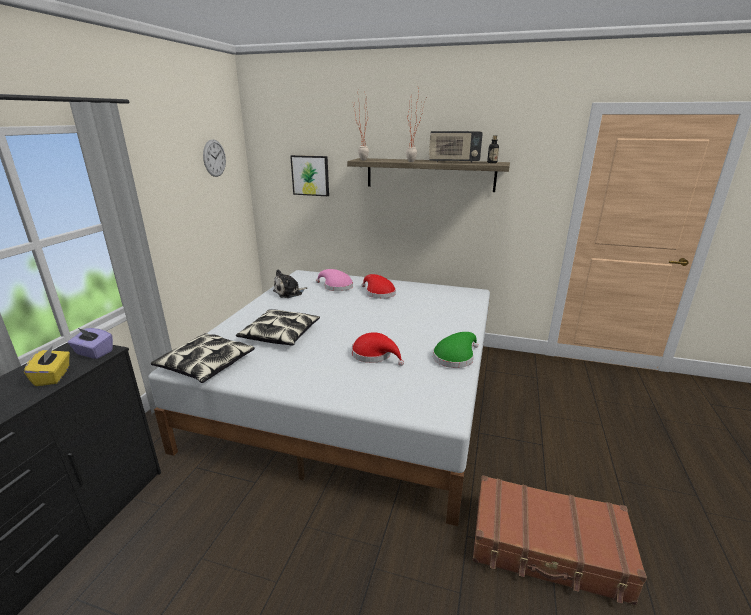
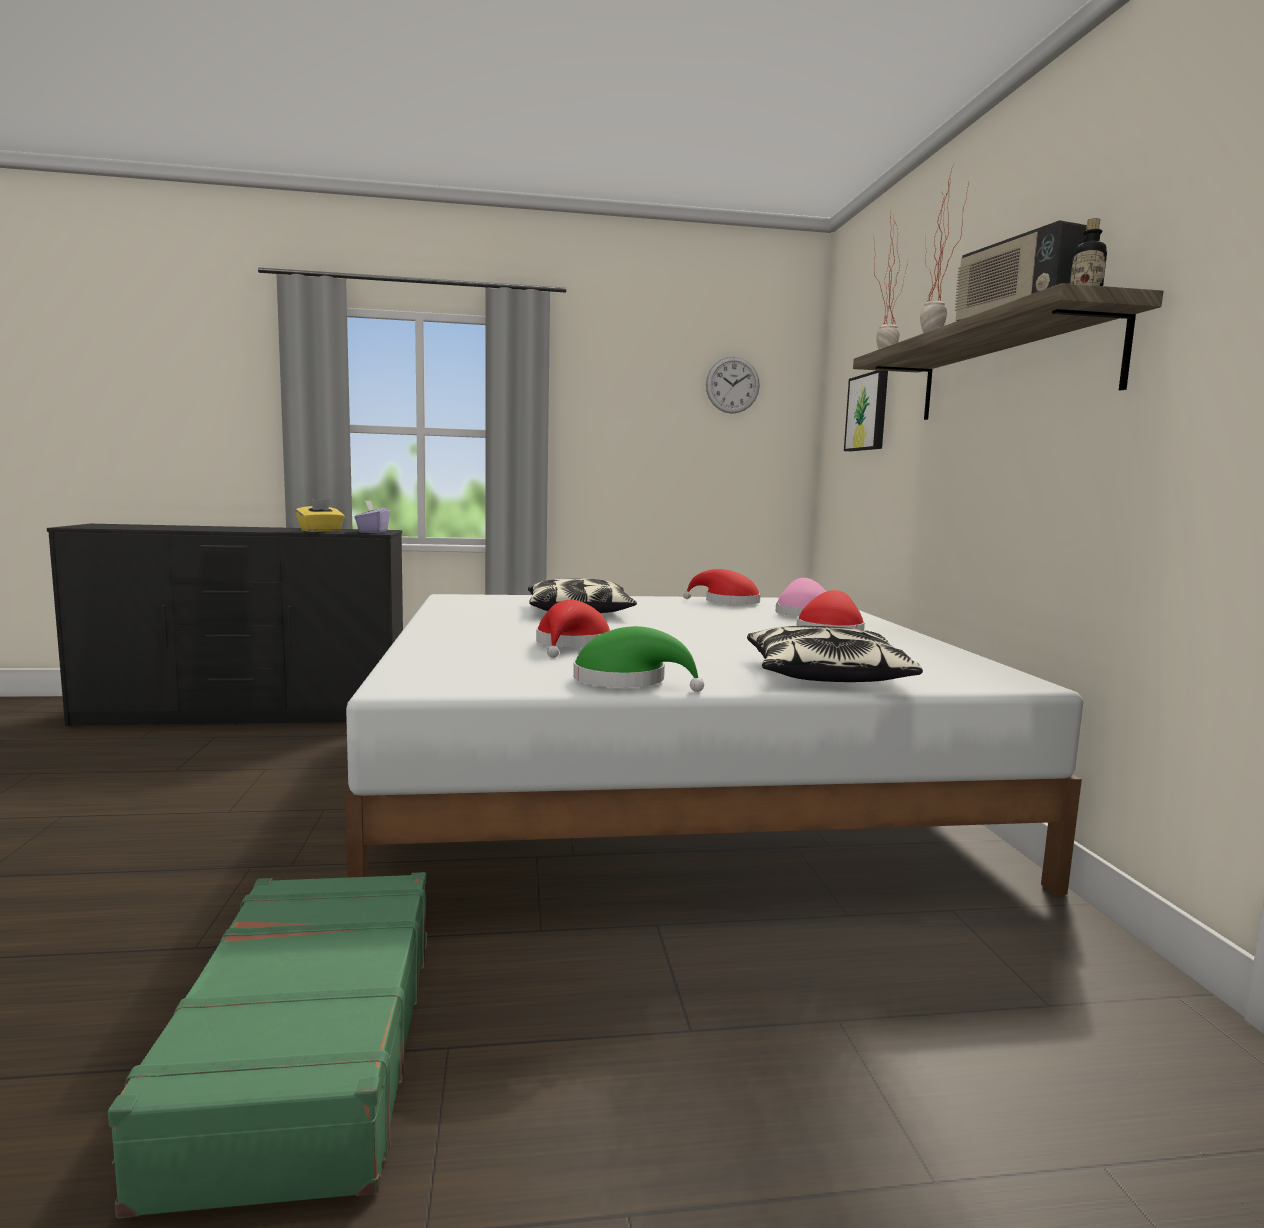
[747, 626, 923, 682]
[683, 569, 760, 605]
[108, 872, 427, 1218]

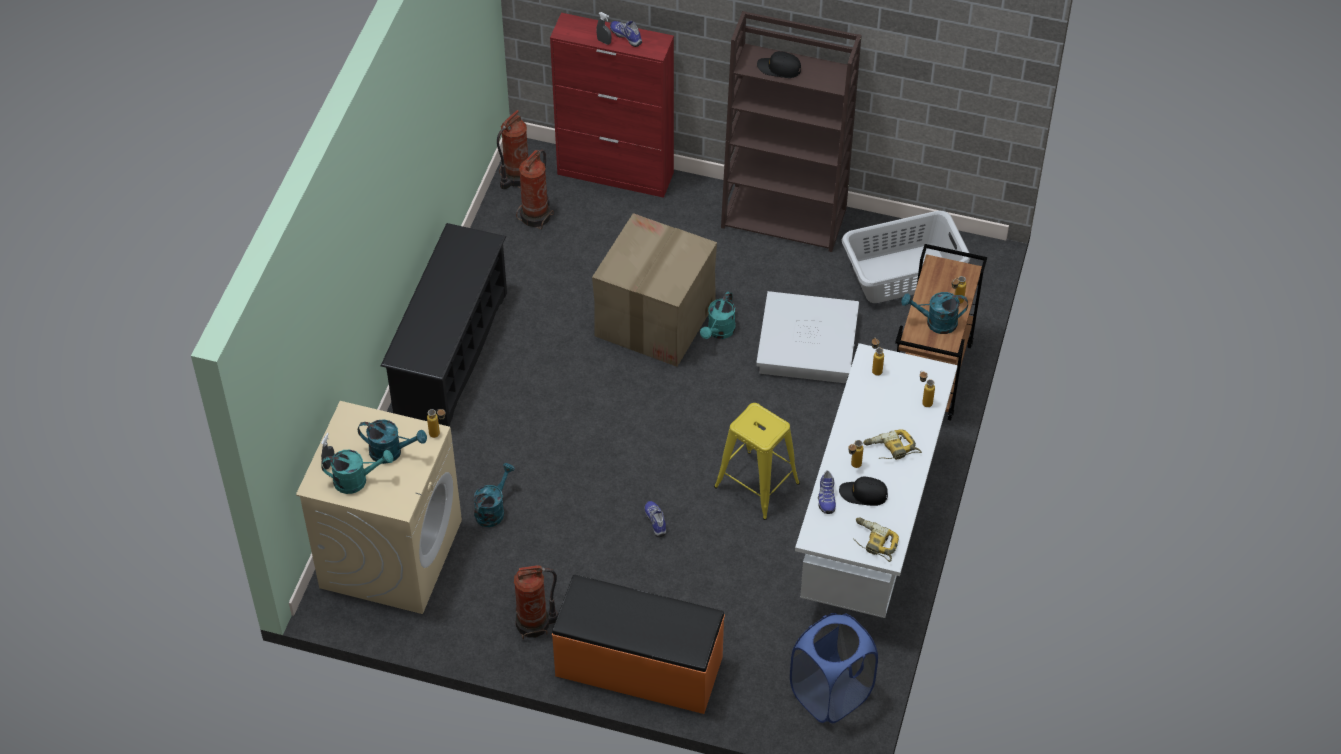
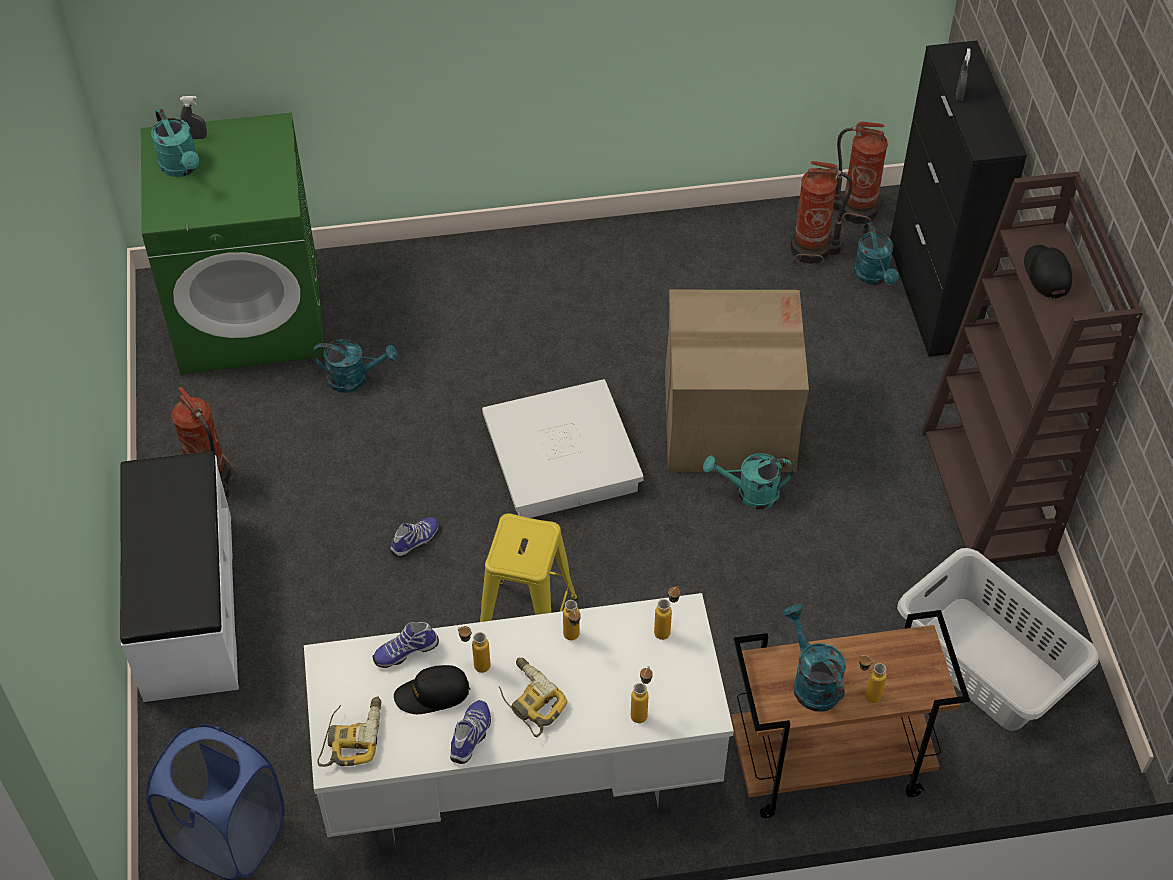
[381, 223, 507, 427] (first image)
[854, 222, 899, 285]
[563, 600, 581, 640]
[450, 700, 491, 764]
[482, 379, 644, 518]
[141, 112, 324, 374]
[890, 41, 1027, 357]
[120, 451, 239, 702]
[394, 665, 470, 714]

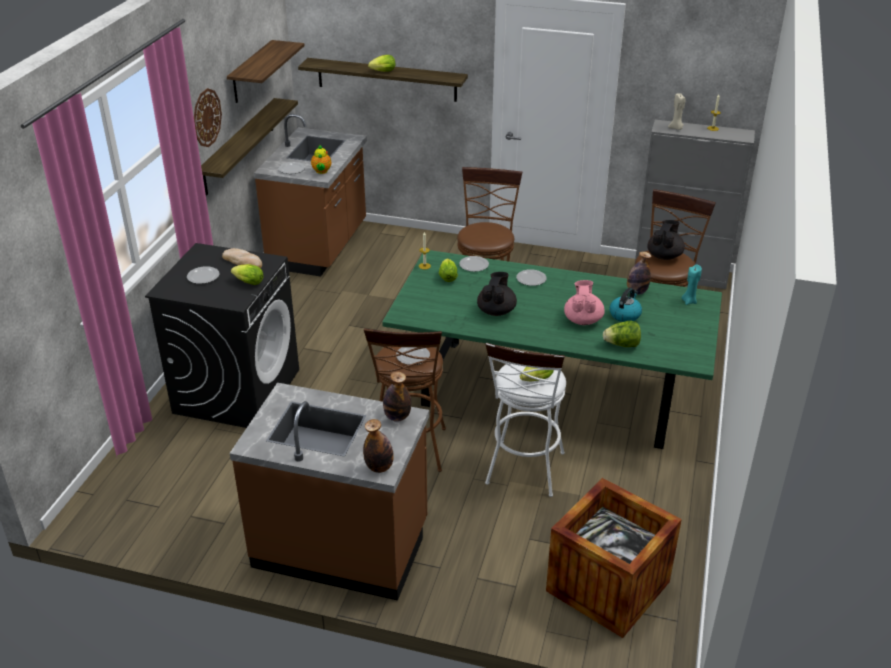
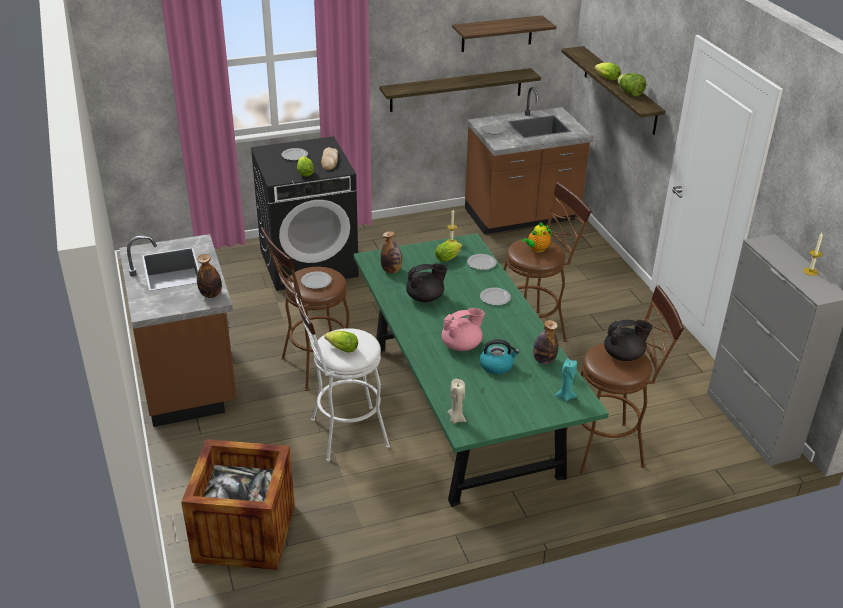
[194, 88, 222, 147] (first image)
[522, 222, 552, 252]
[380, 231, 402, 274]
[617, 73, 646, 97]
[448, 379, 466, 424]

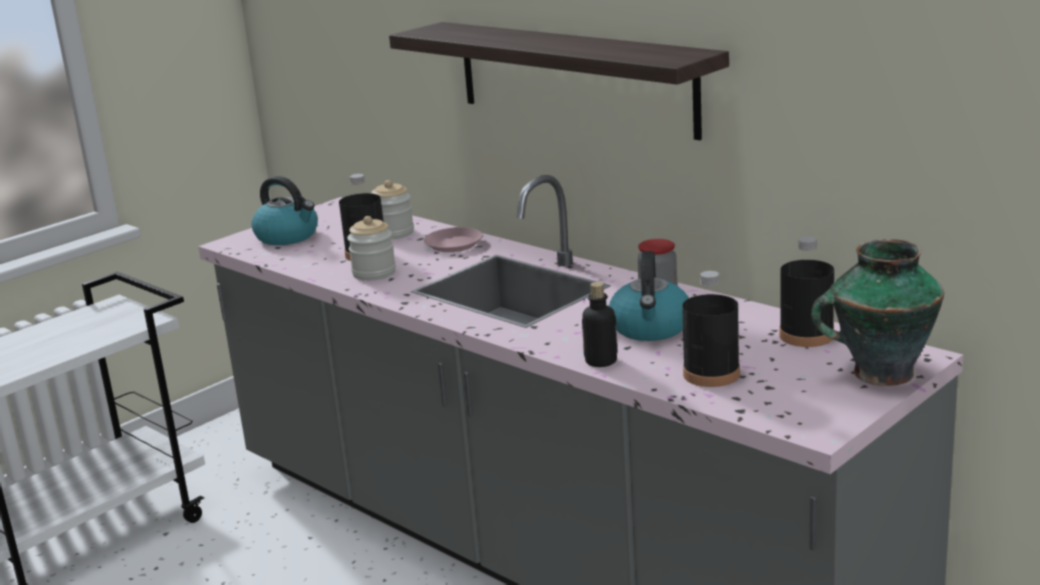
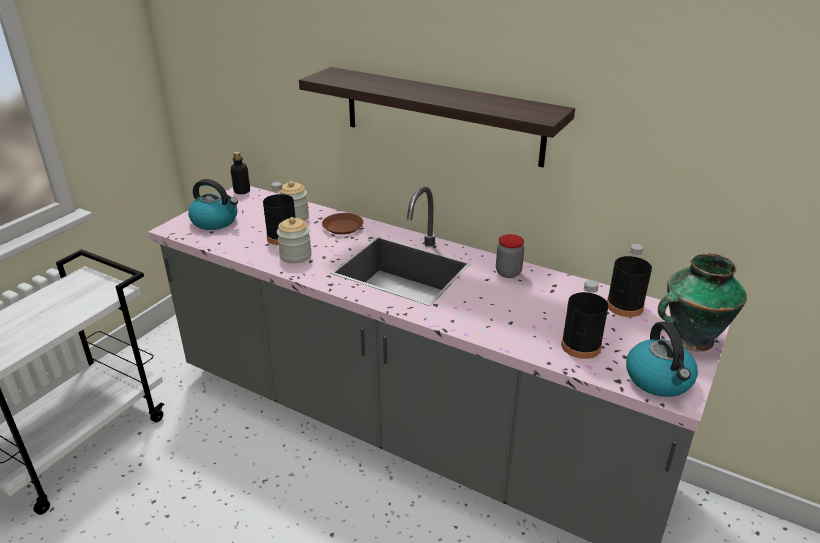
[231, 151, 250, 194]
[626, 322, 698, 397]
[322, 213, 363, 235]

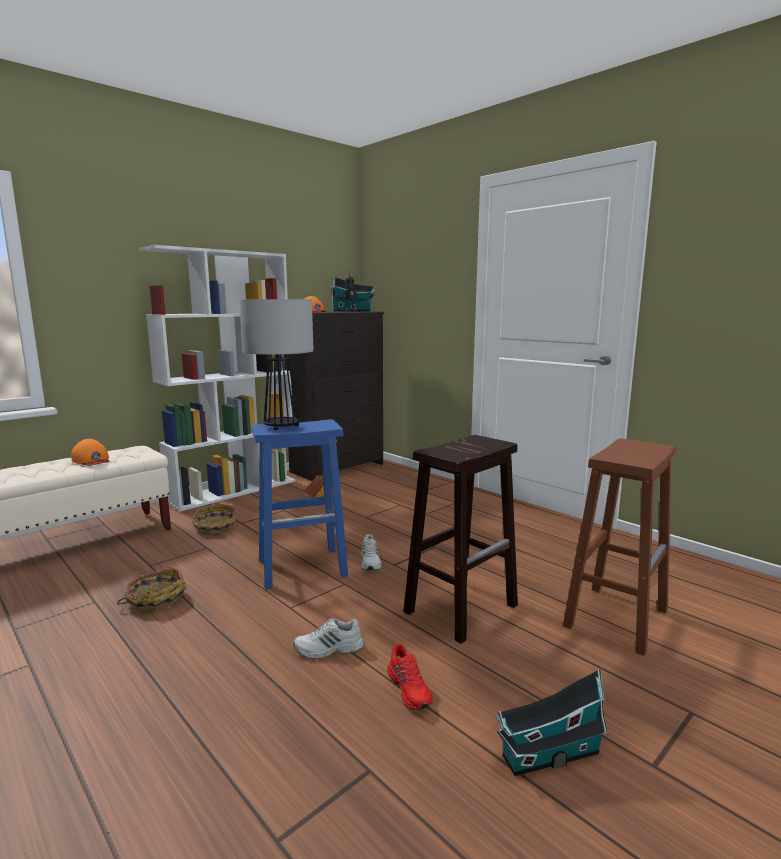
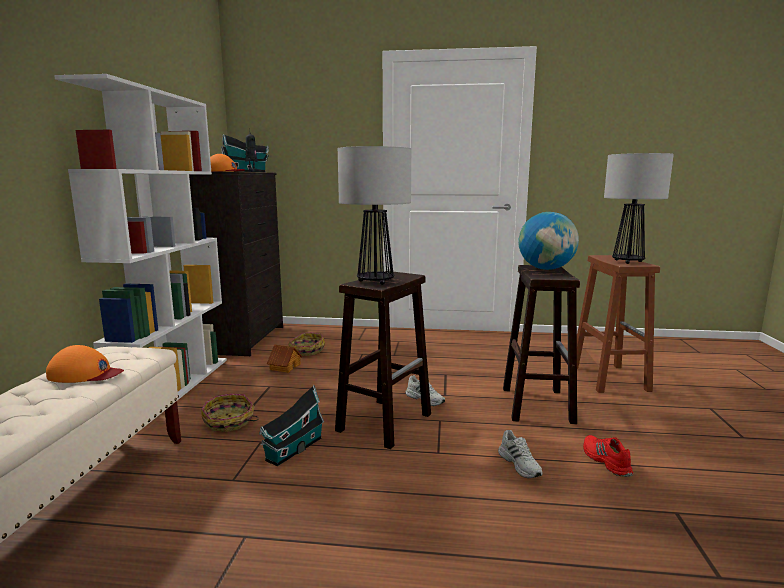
[518, 212, 579, 270]
[604, 153, 674, 264]
[288, 332, 325, 356]
[259, 385, 324, 466]
[335, 271, 431, 449]
[498, 430, 543, 478]
[583, 435, 633, 477]

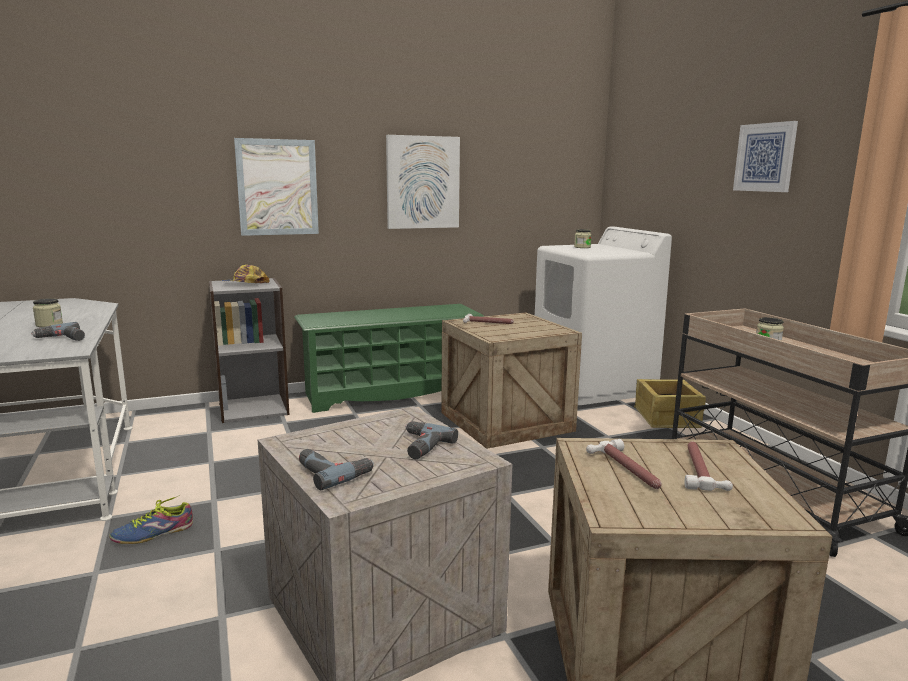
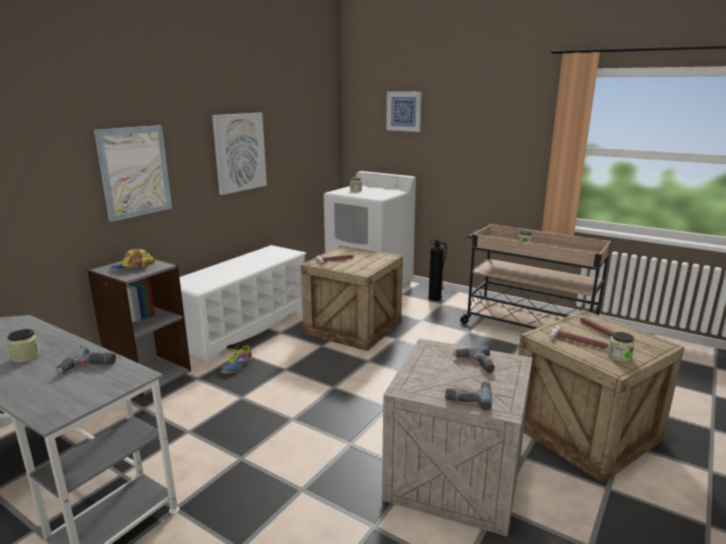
[608, 332, 635, 362]
[221, 343, 252, 374]
[386, 91, 422, 132]
[429, 239, 447, 301]
[179, 245, 307, 363]

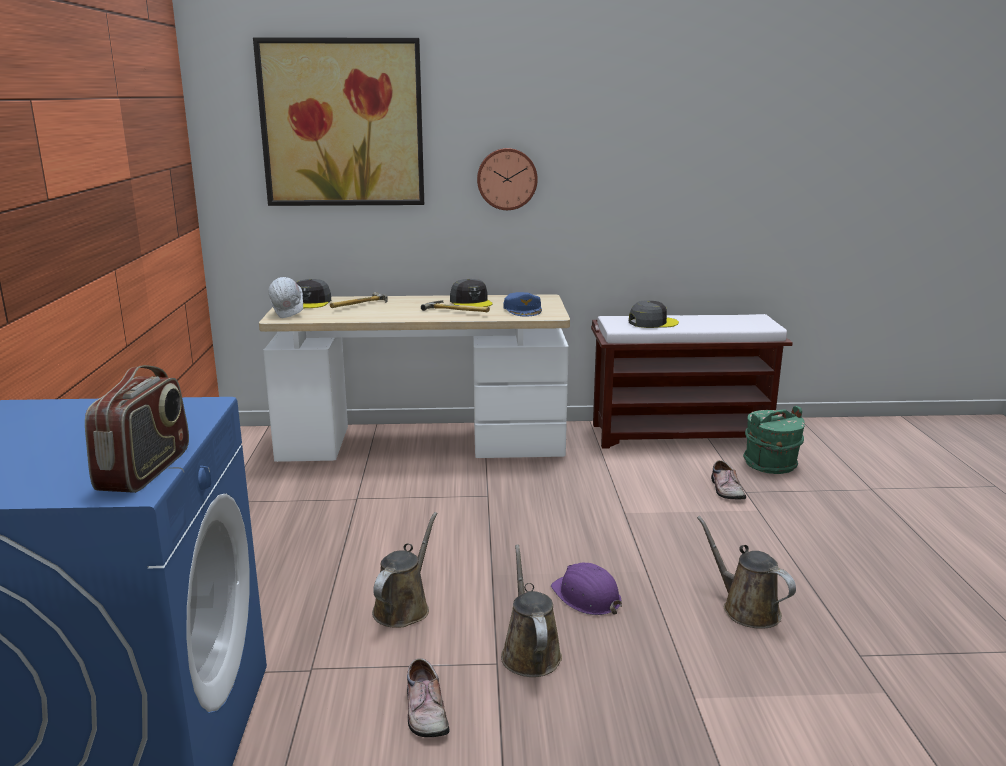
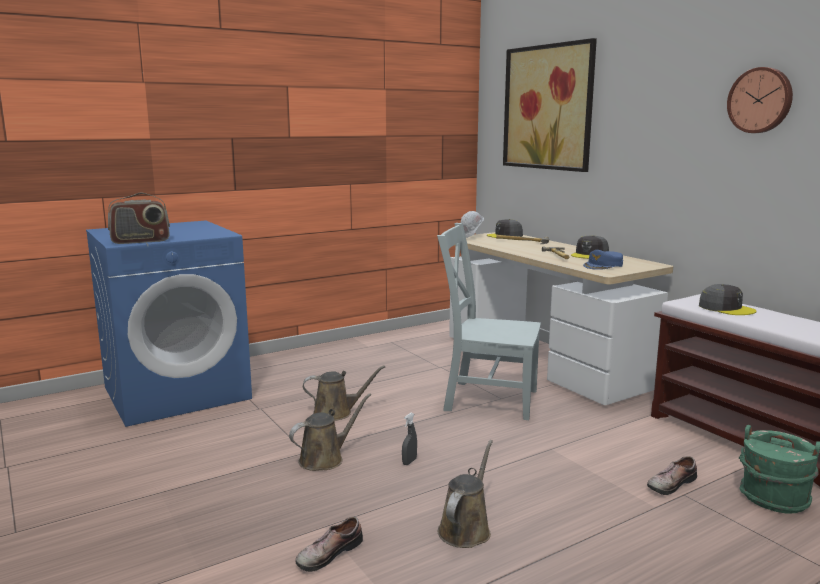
[437, 223, 541, 420]
[295, 517, 363, 572]
[727, 67, 793, 133]
[402, 413, 417, 465]

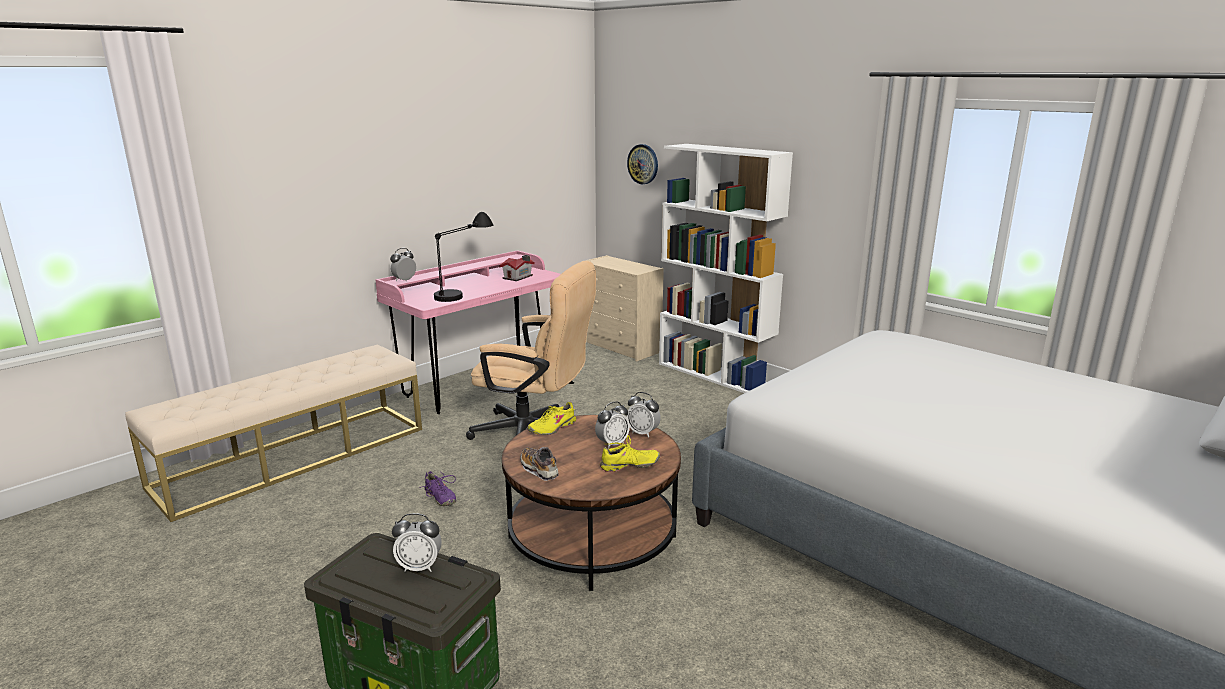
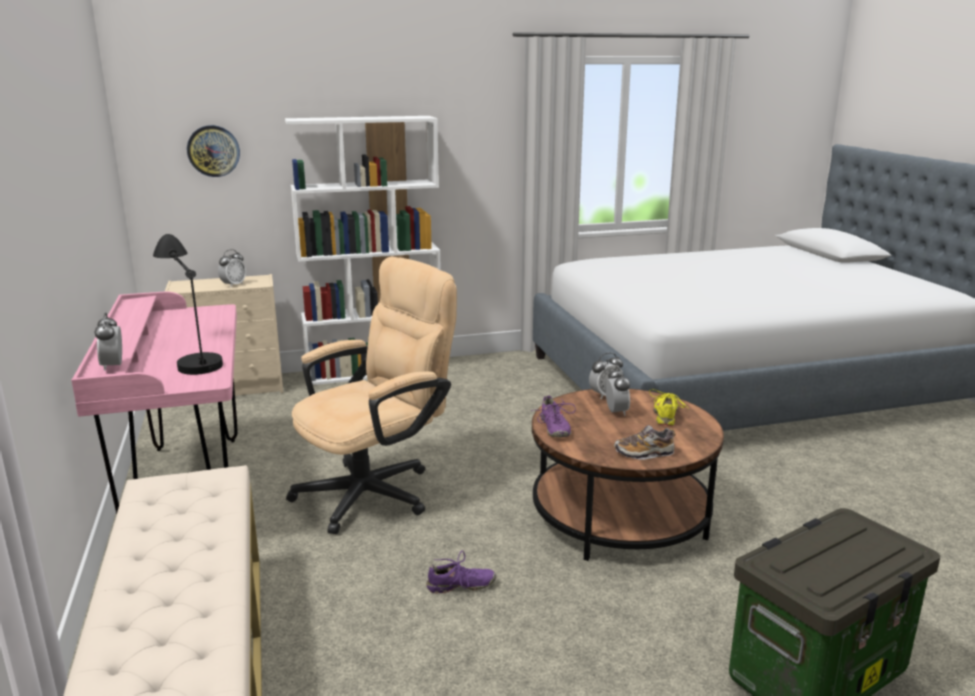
[500, 255, 534, 281] (first image)
[218, 249, 246, 287]
[531, 395, 576, 438]

